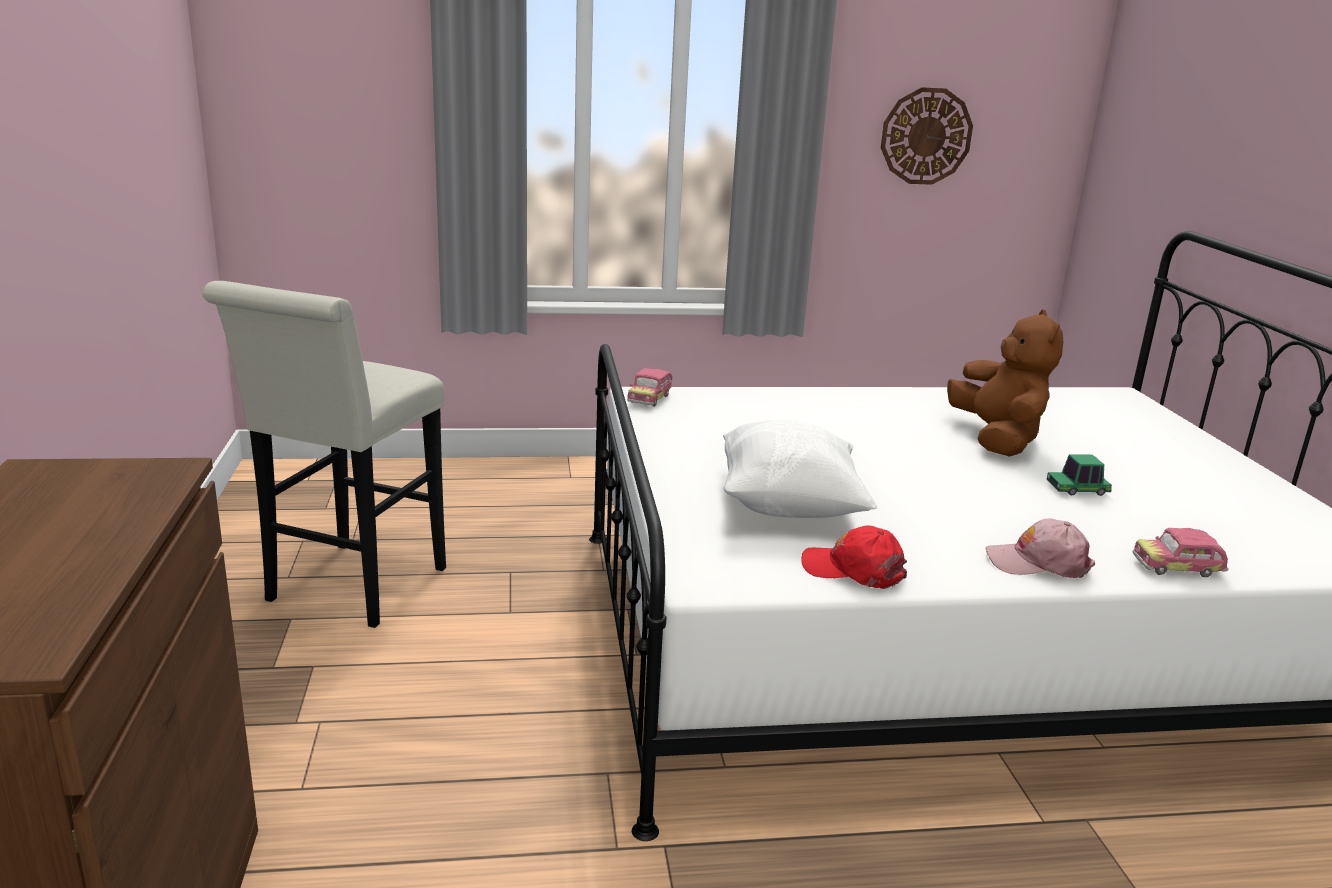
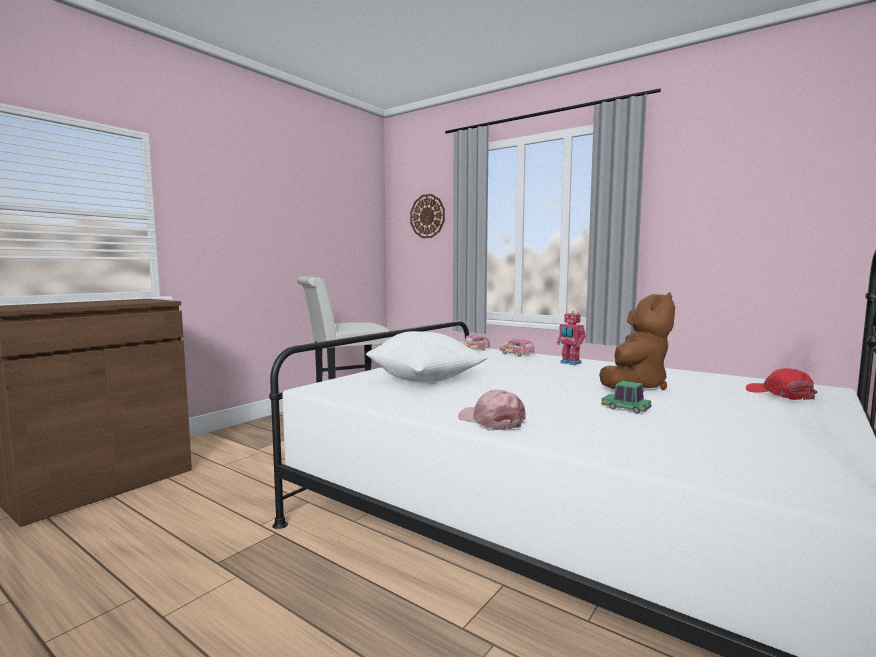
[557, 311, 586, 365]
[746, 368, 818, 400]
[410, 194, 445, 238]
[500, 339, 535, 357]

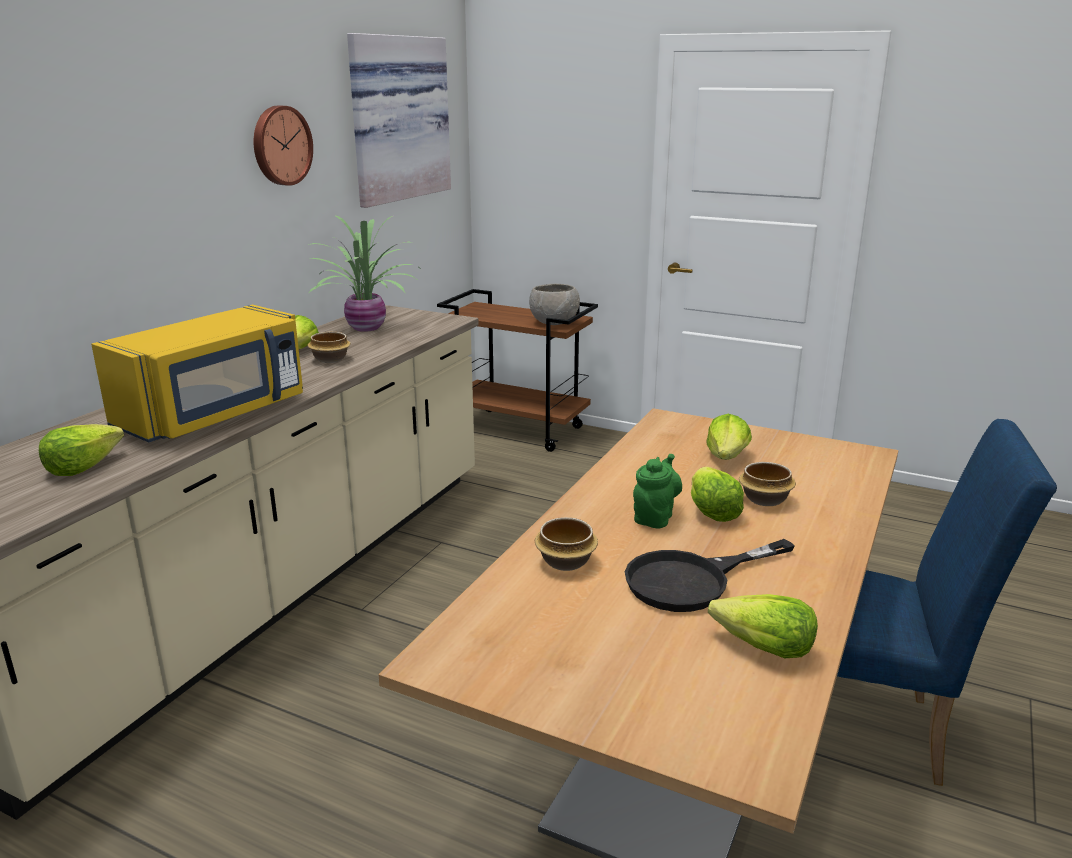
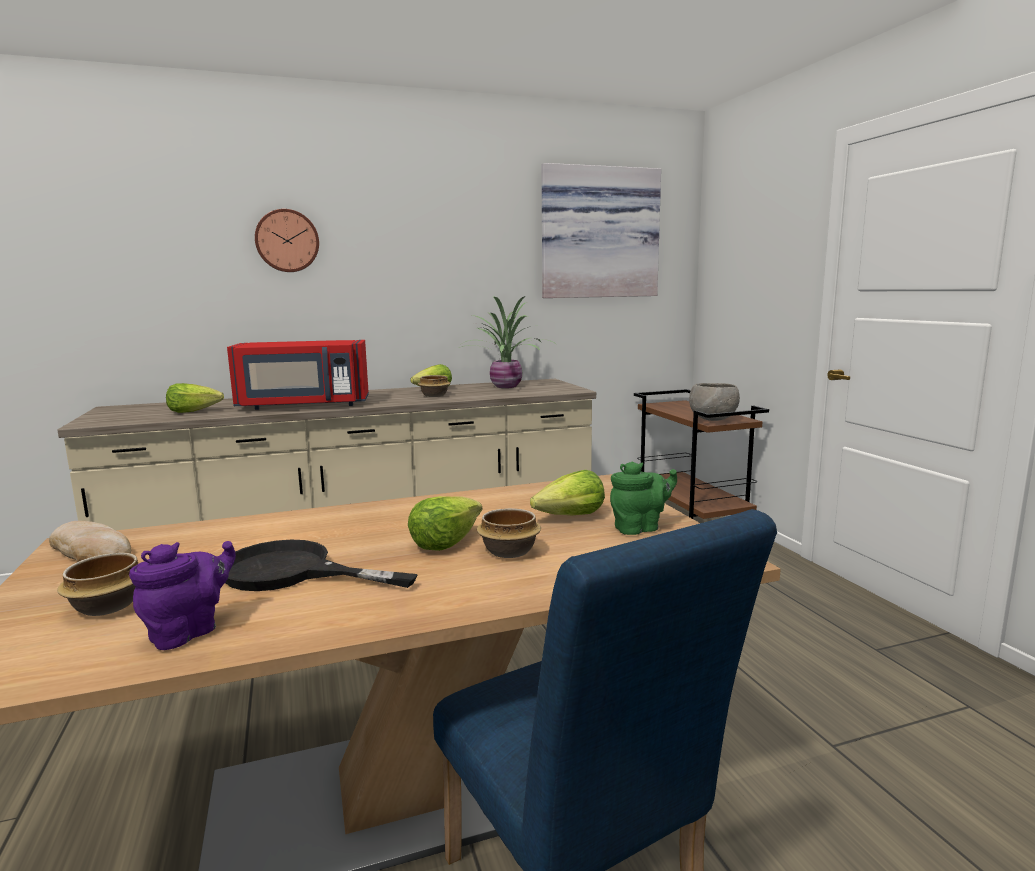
[49, 521, 131, 562]
[255, 209, 319, 272]
[57, 553, 139, 616]
[610, 462, 677, 535]
[129, 541, 236, 650]
[227, 340, 369, 410]

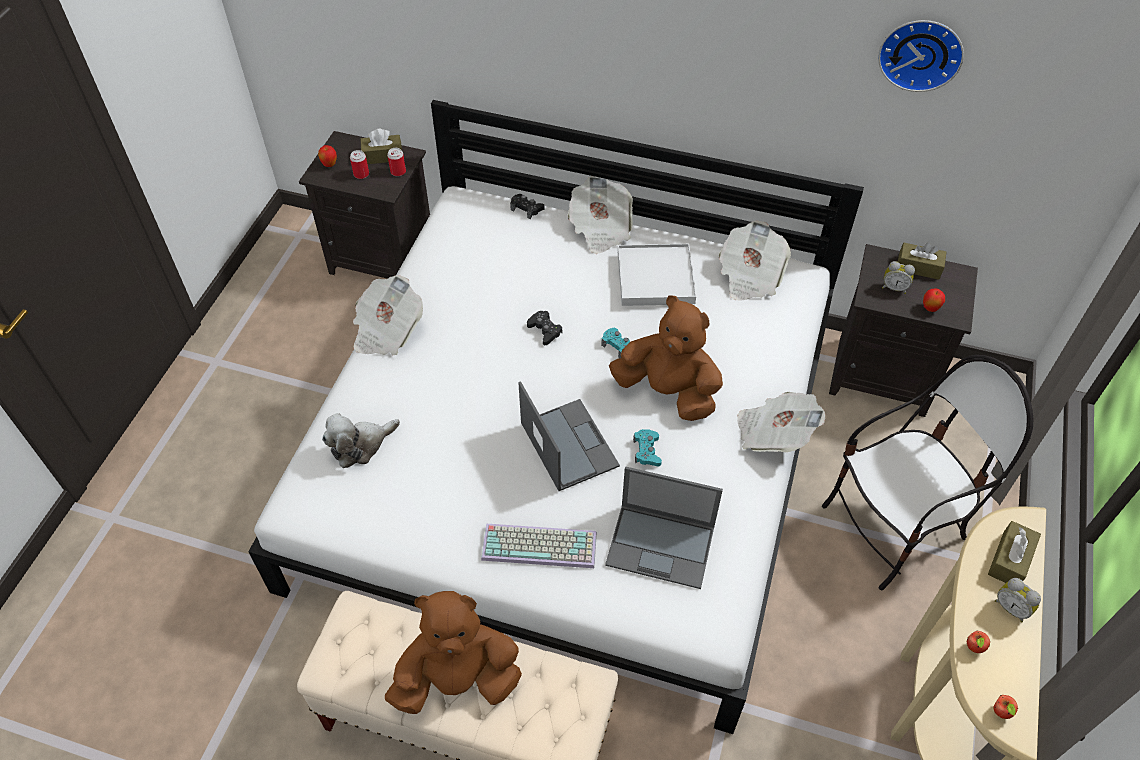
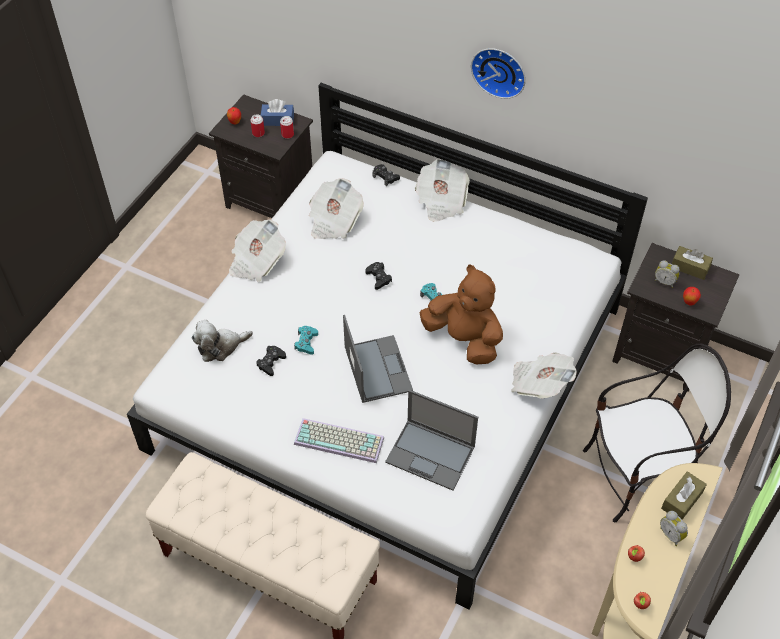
[385, 591, 522, 714] (first image)
[618, 244, 696, 306] (first image)
[256, 346, 286, 376]
[294, 326, 318, 355]
[309, 178, 364, 239]
[471, 48, 526, 99]
[261, 99, 294, 126]

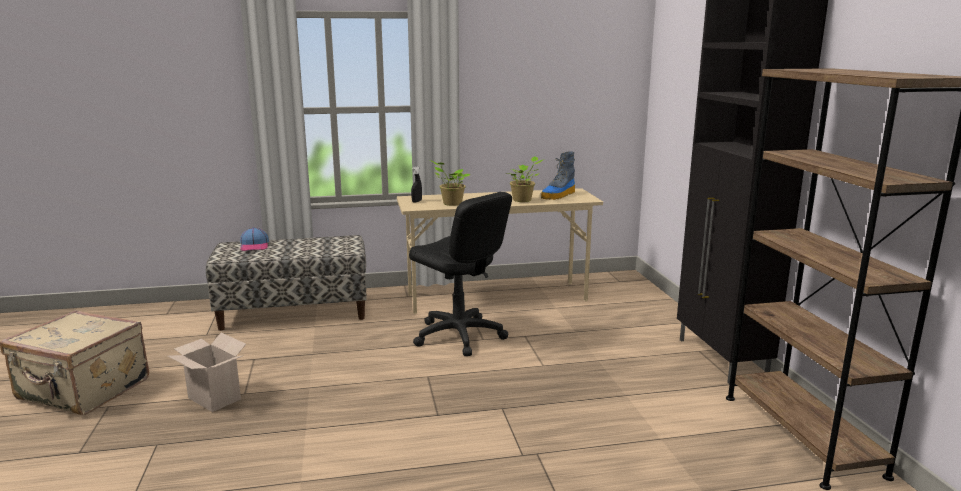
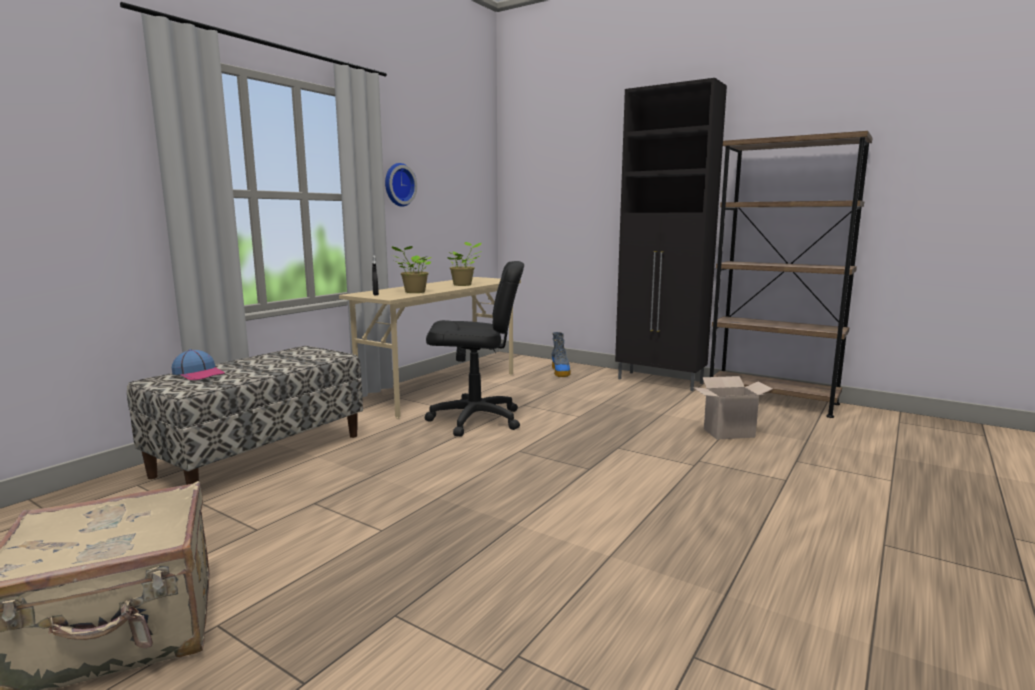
[385, 163, 417, 207]
[693, 376, 772, 439]
[552, 332, 571, 377]

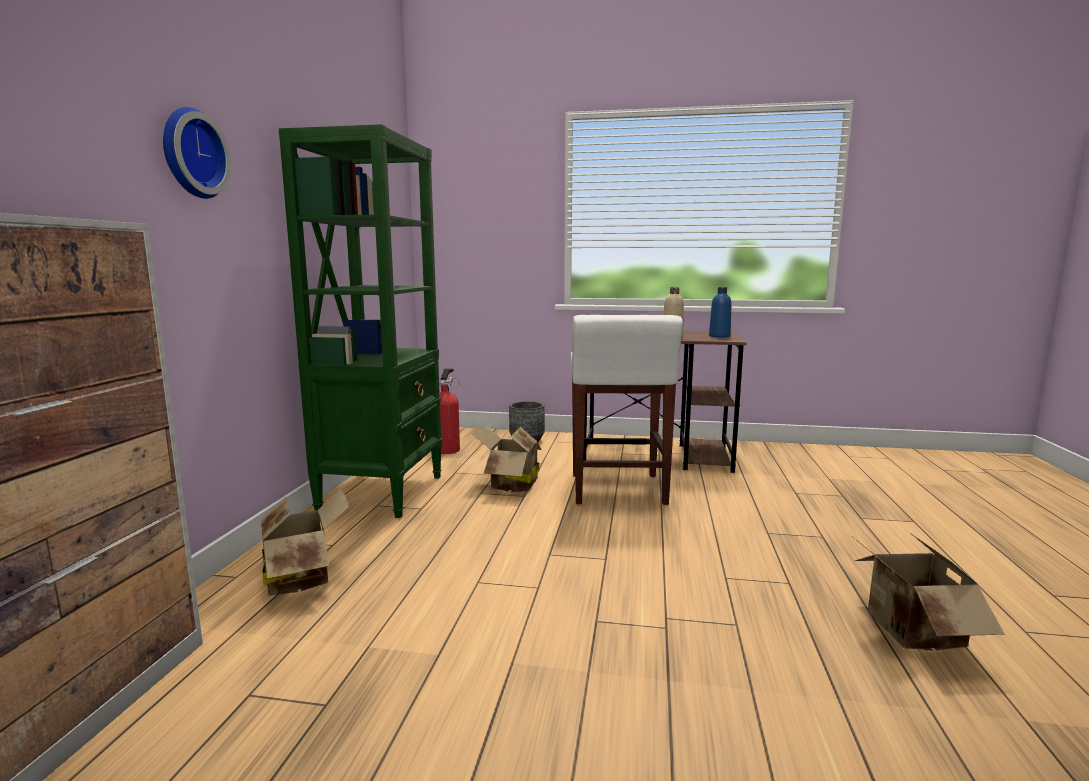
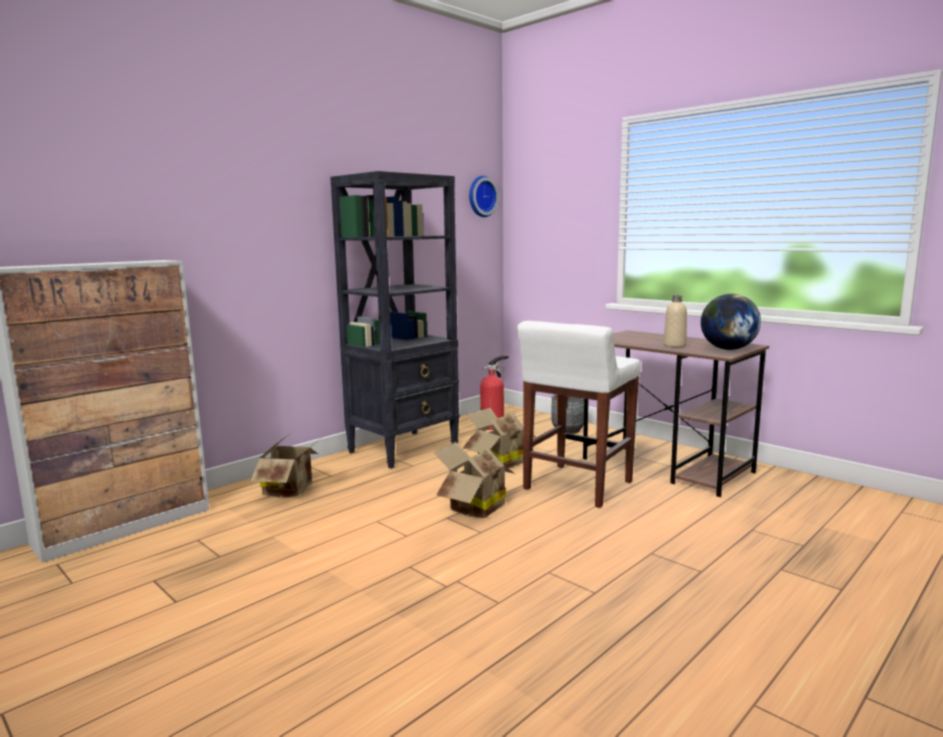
[469, 176, 499, 217]
[434, 442, 515, 518]
[701, 294, 761, 350]
[330, 171, 460, 469]

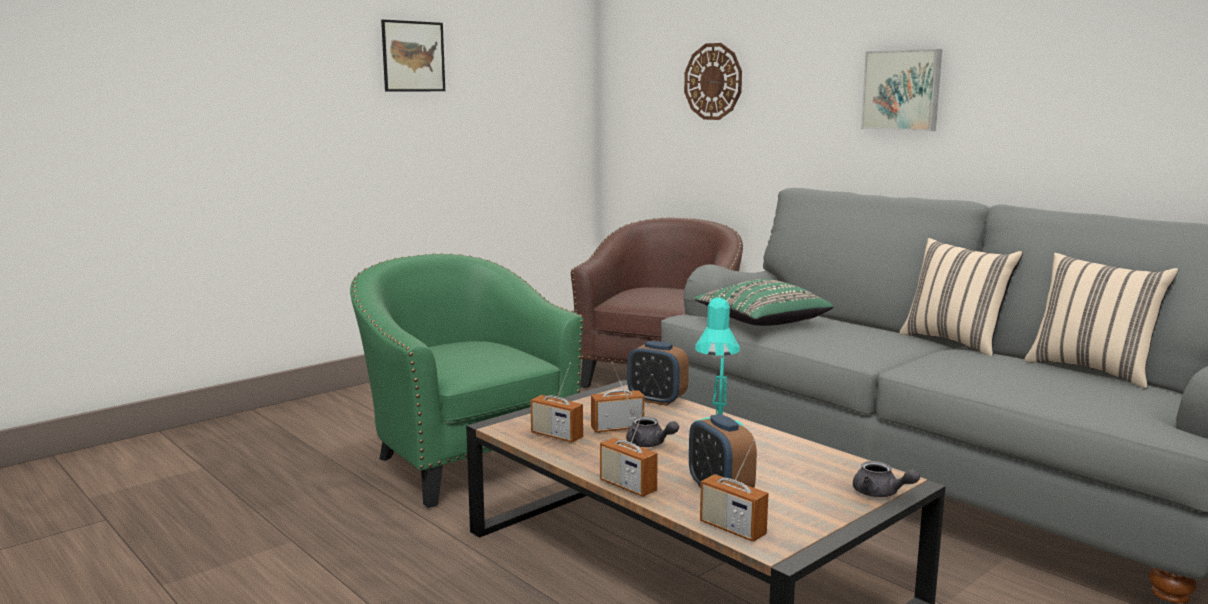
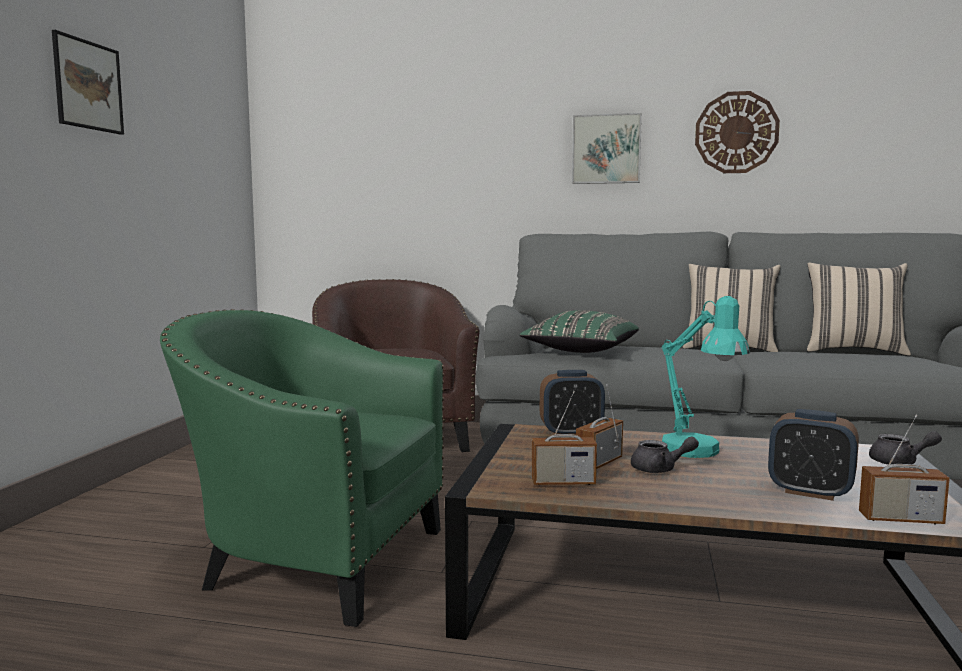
[600, 404, 658, 497] (first image)
[695, 91, 780, 173]

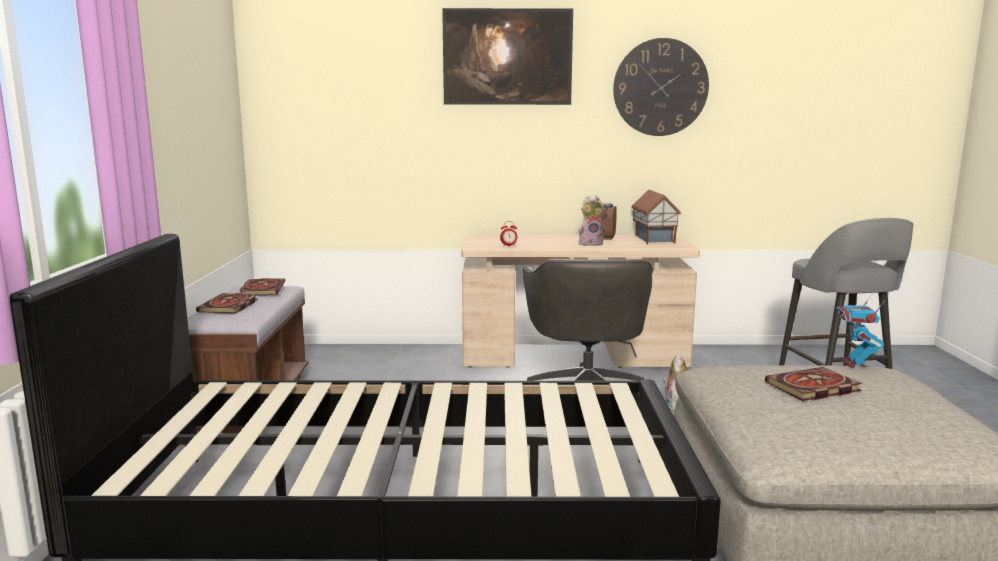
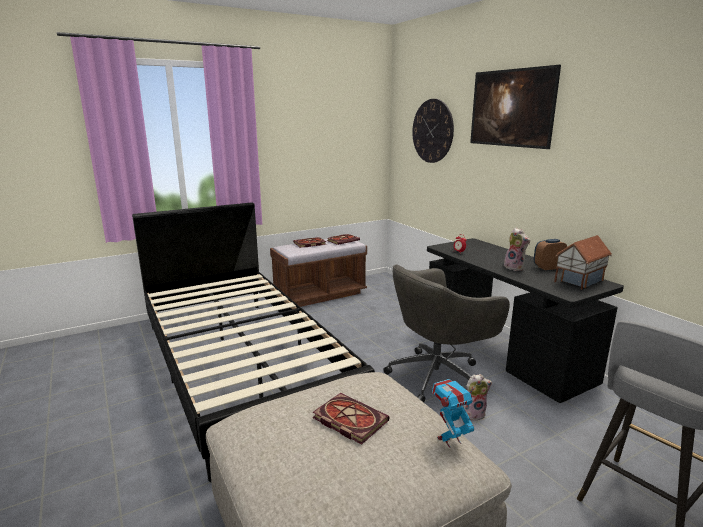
[412, 99, 454, 163]
[427, 238, 624, 403]

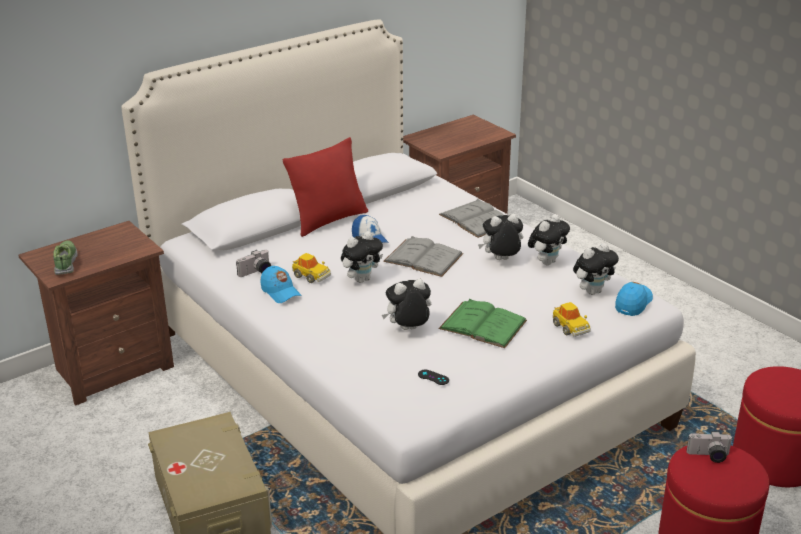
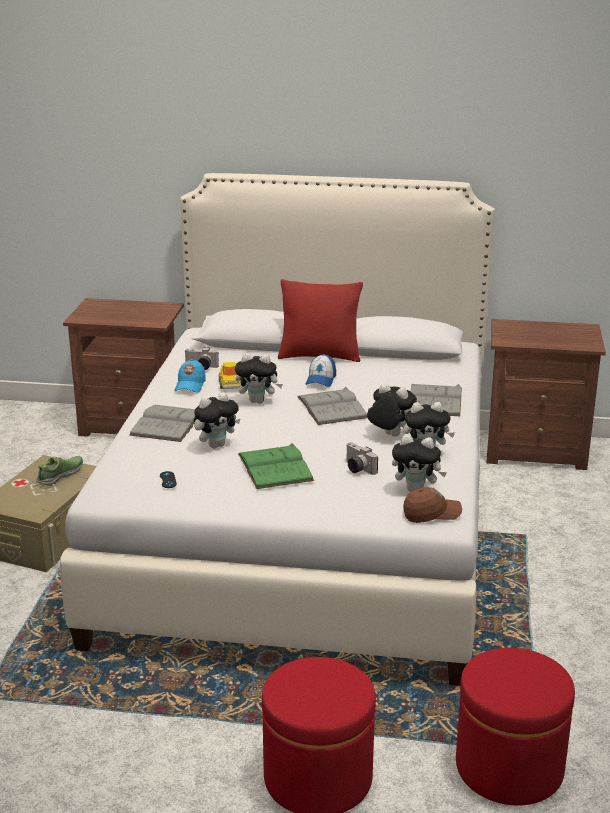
[553, 302, 591, 337] (first image)
[129, 405, 195, 442]
[36, 456, 83, 486]
[346, 442, 378, 475]
[403, 487, 462, 523]
[194, 392, 240, 448]

